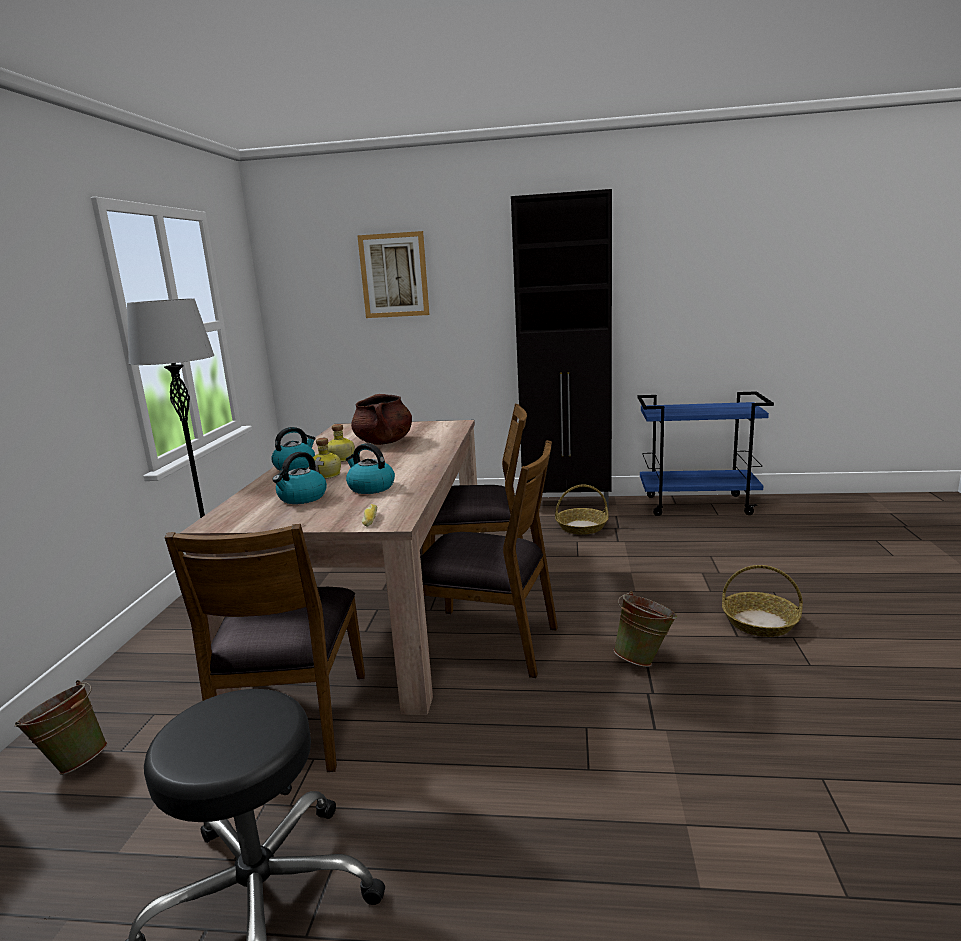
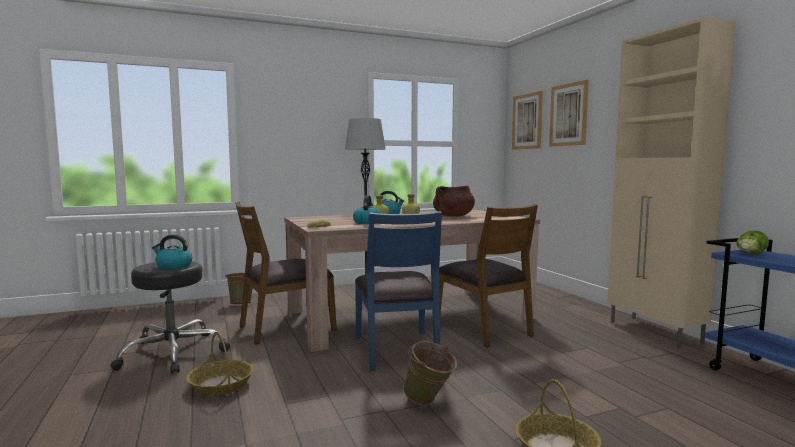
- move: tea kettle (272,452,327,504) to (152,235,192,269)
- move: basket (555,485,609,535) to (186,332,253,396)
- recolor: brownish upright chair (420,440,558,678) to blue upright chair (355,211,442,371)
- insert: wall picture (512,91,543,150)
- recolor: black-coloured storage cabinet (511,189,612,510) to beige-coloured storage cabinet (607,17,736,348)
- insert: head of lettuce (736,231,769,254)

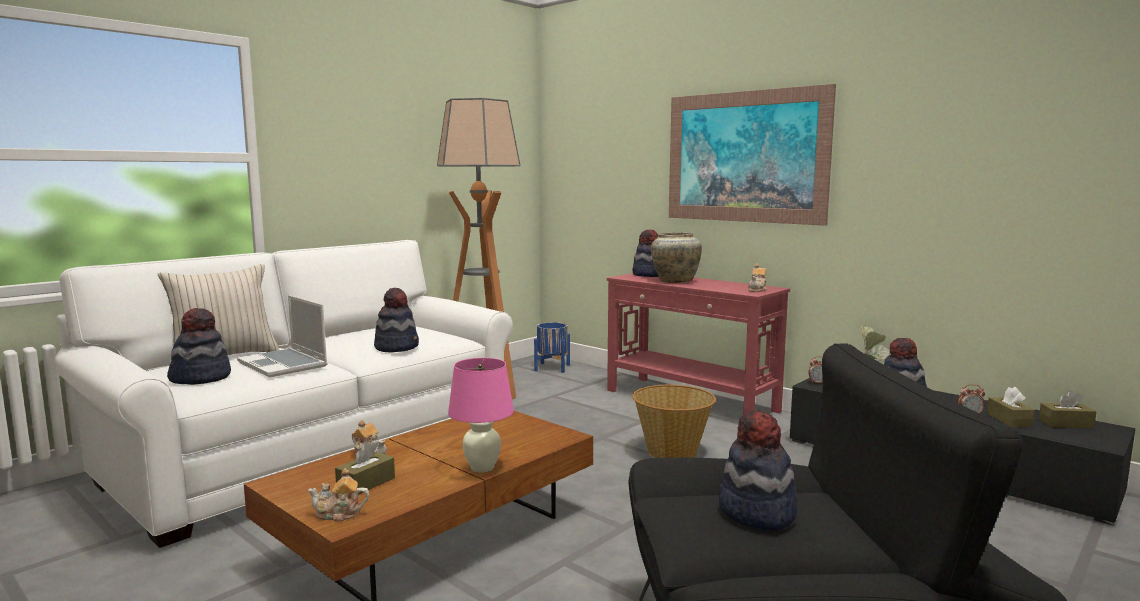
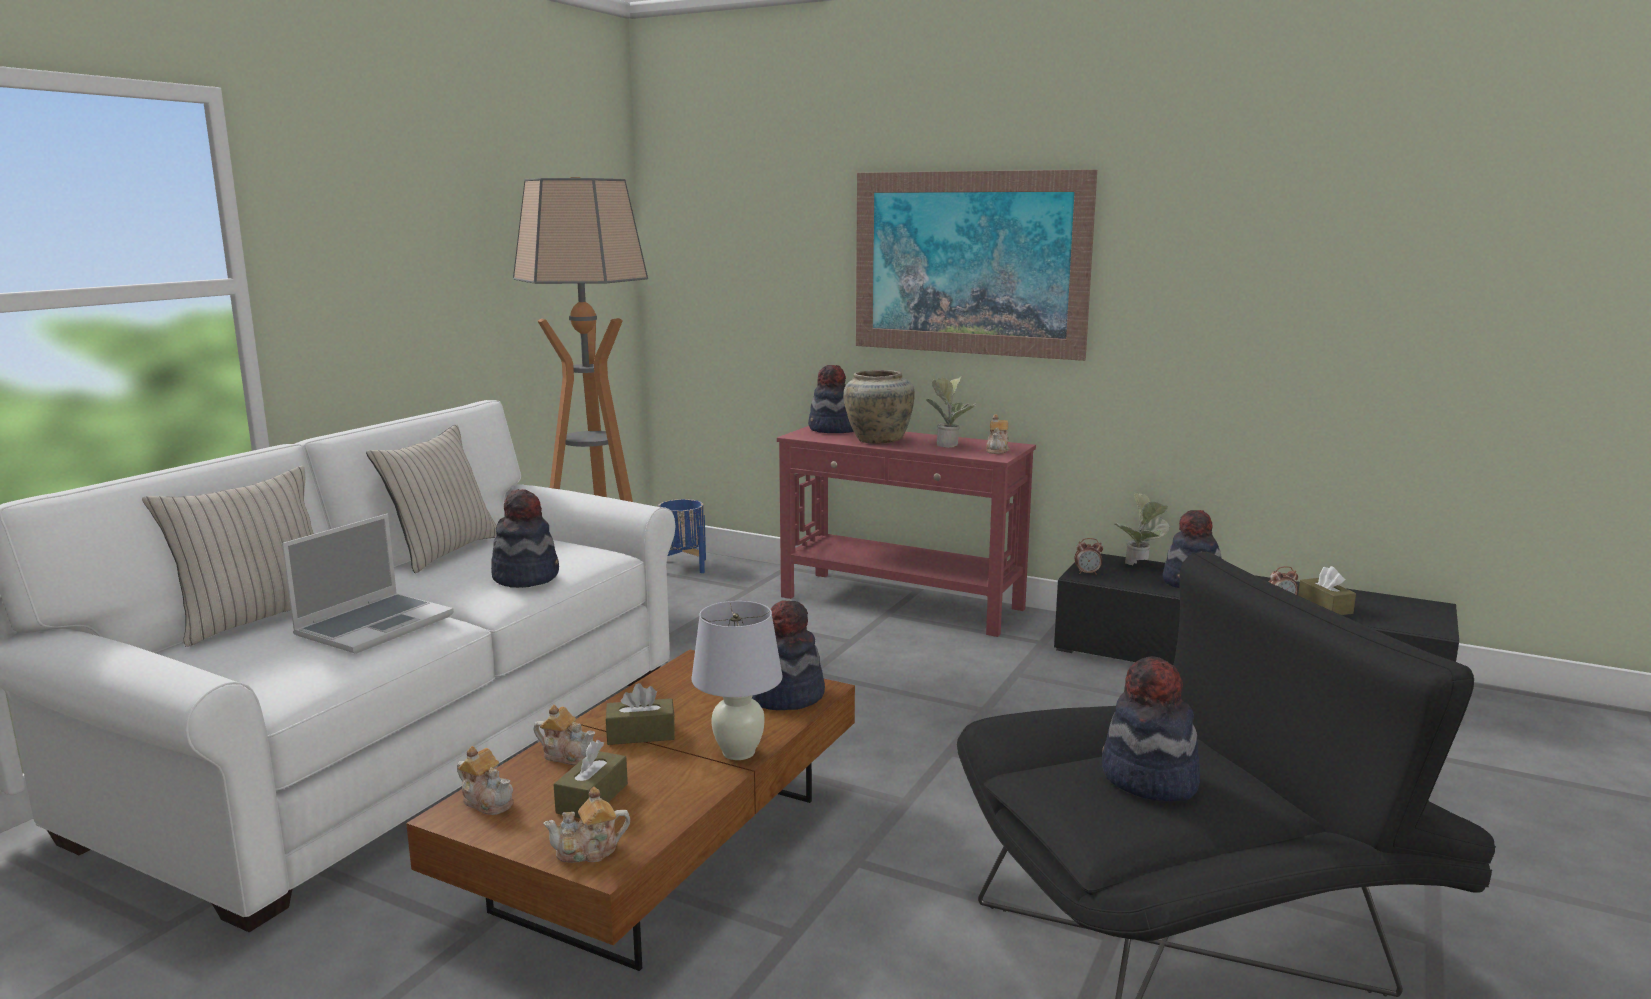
- rotate: laptop (237,295,327,378) = (282,514,454,654) 90 degrees counterclockwise
- insert: beige-coloured throw pillow (366,424,497,573)
- insert: tea pot (457,746,514,815)
- move: brownish box of tissues (1039,391,1097,429) to (606,683,675,745)
- recolor: pinkish tabletop lamp (448,358,514,473) to white tabletop lamp (692,601,783,760)
- move: hat (167,308,231,385) to (752,600,825,710)
- insert: potted plant (926,376,976,448)
- delete: basket (632,385,716,458)

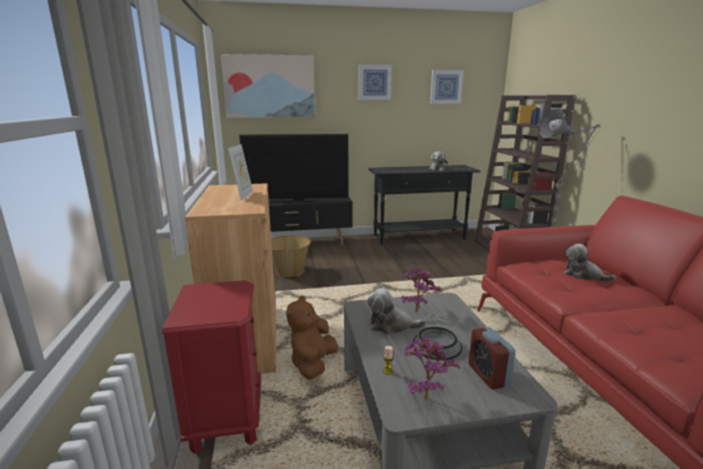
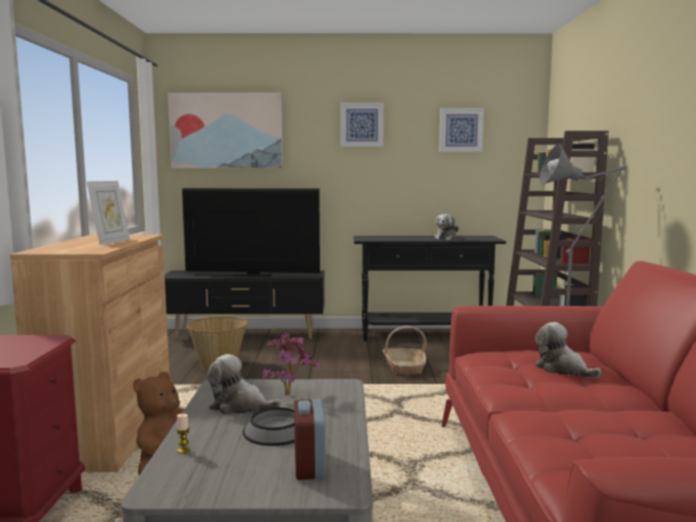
- insert: basket (383,326,427,375)
- delete: potted plant (404,336,460,401)

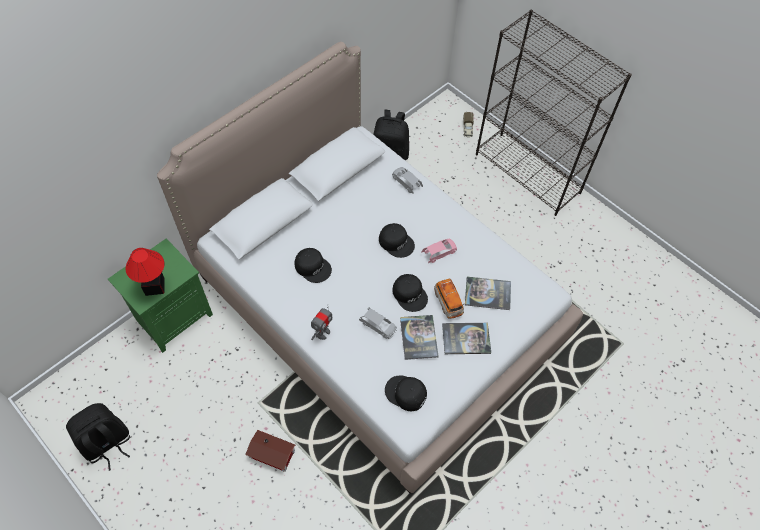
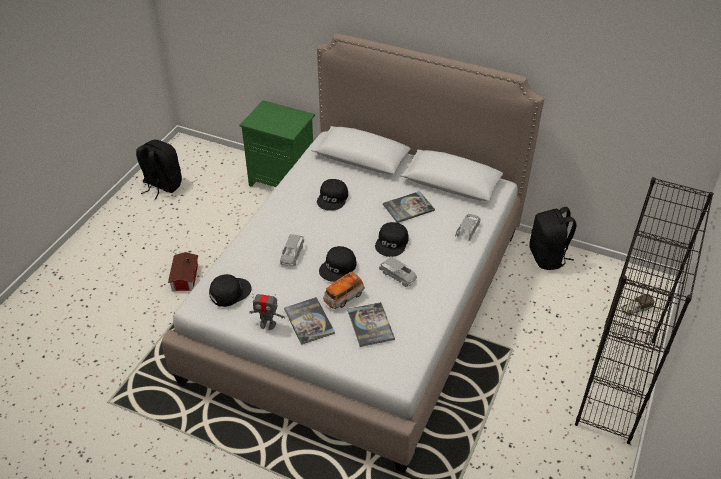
- rotate: black-coloured baseball cap (385,376,427,411) = (209,274,251,307) 45 degrees clockwise
- move: toy robot (311,304,333,341) to (249,290,285,330)
- recolor: pinkish model car (421,239,457,263) to greyish model car (379,256,417,287)
- move: book (400,315,439,360) to (383,191,435,223)
- delete: tabletop lamp (126,248,165,296)

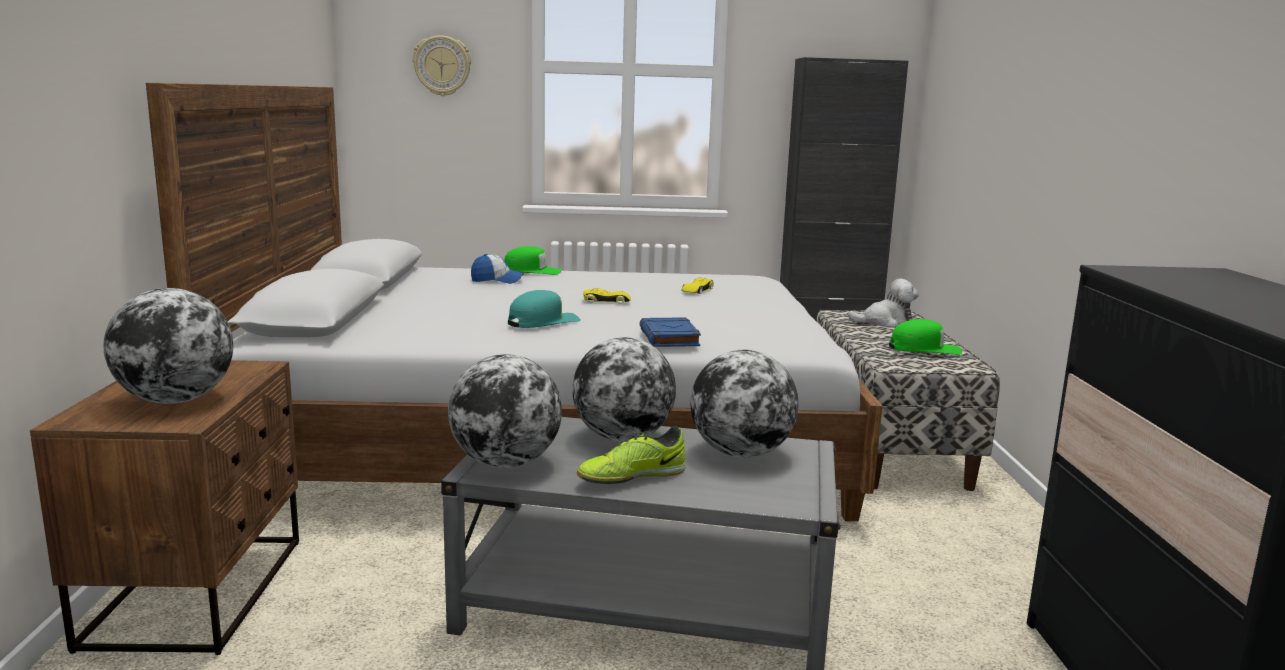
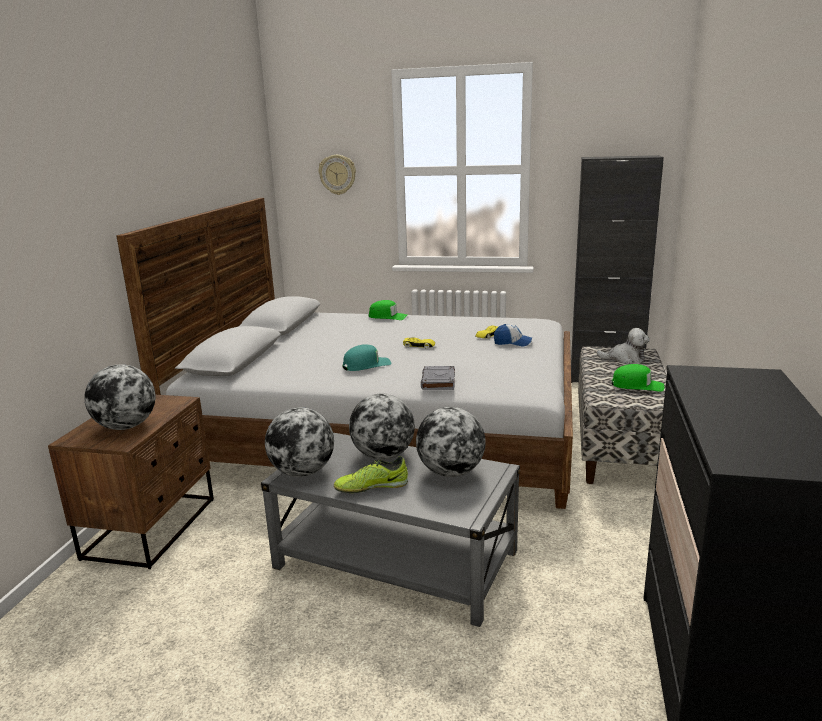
- recolor: blue book (640,317,701,347) to greyish book (421,366,455,390)
- move: baseball cap (471,254,524,284) to (494,324,532,347)

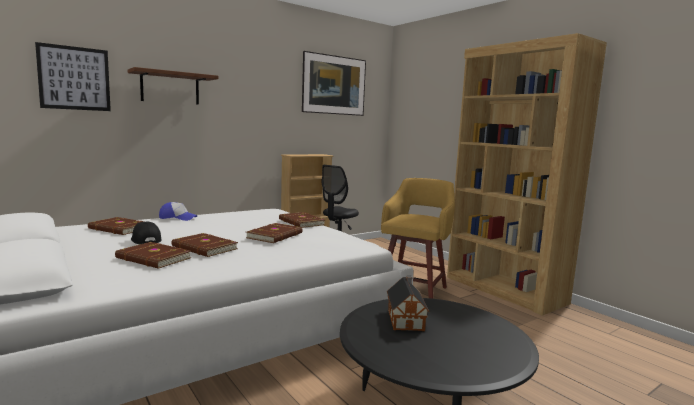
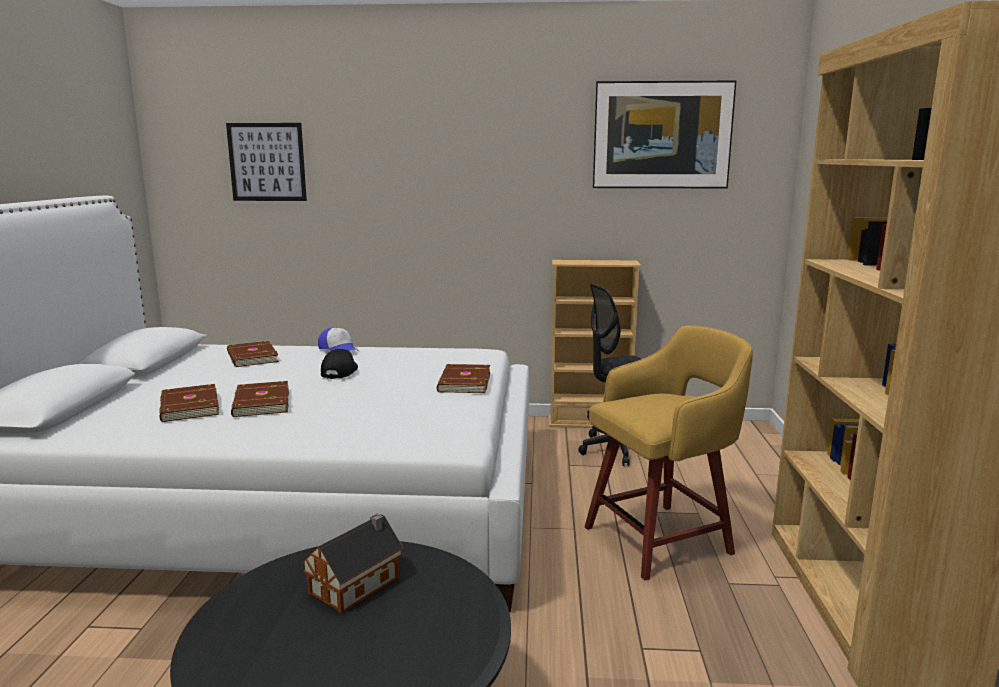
- move: black-coloured baseball cap (131,222,162,244) to (321,349,358,379)
- delete: brownish wall shelf (128,67,218,105)
- delete: brownish book (246,223,303,243)

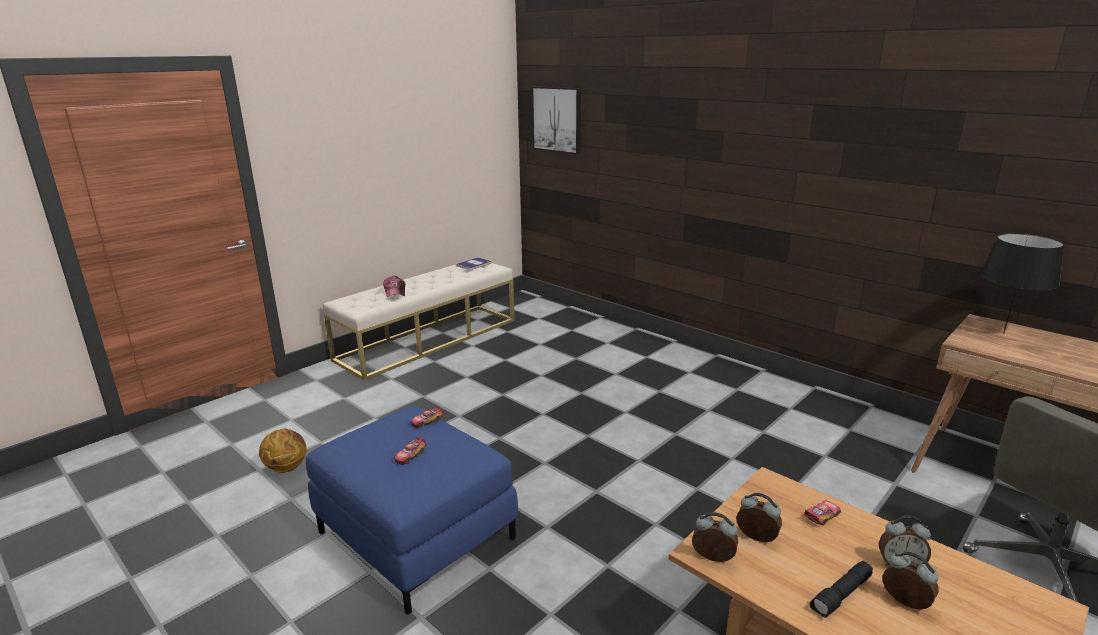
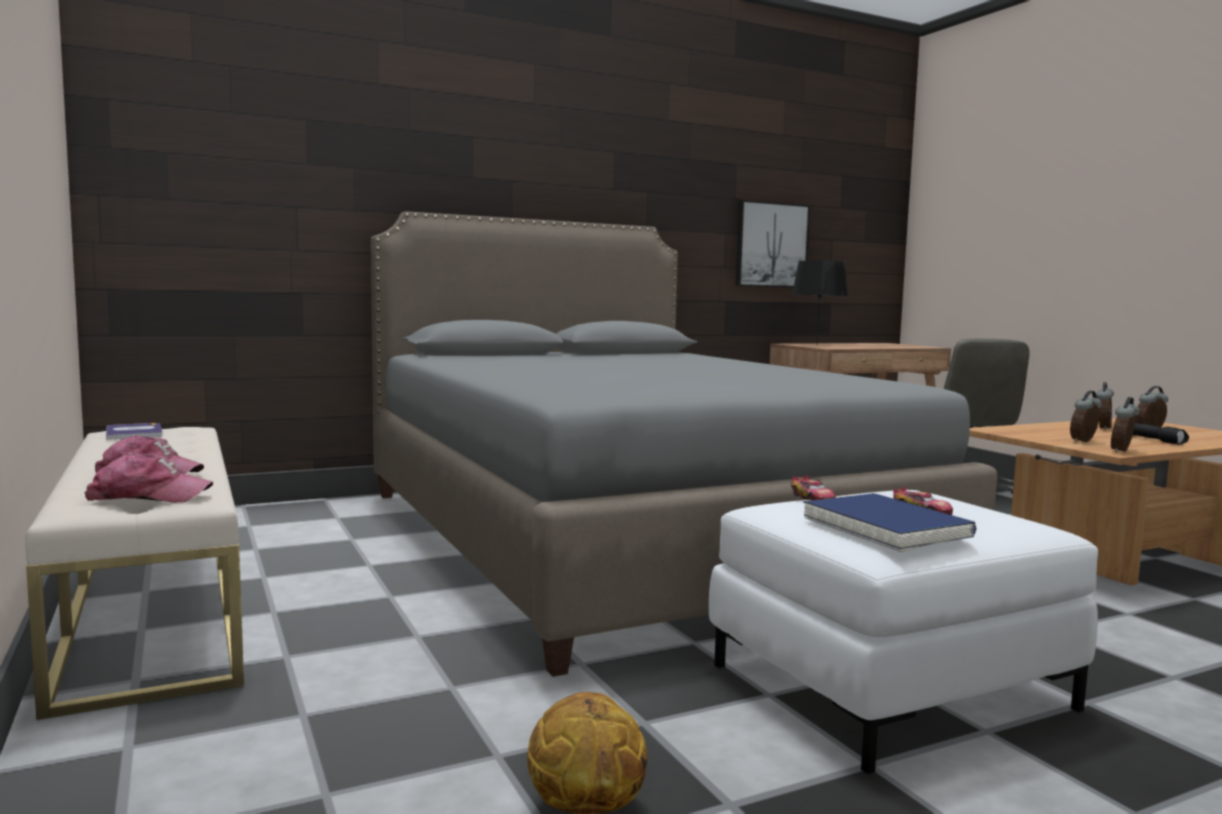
- insert: baseball cap (85,452,213,503)
- insert: greyish bed (371,212,997,677)
- recolor: blue pouffe (306,406,518,615) to white pouffe (709,490,1098,774)
- move: wall picture (531,86,581,155) to (735,200,811,288)
- insert: blue book (803,493,976,552)
- delete: model car (804,500,841,526)

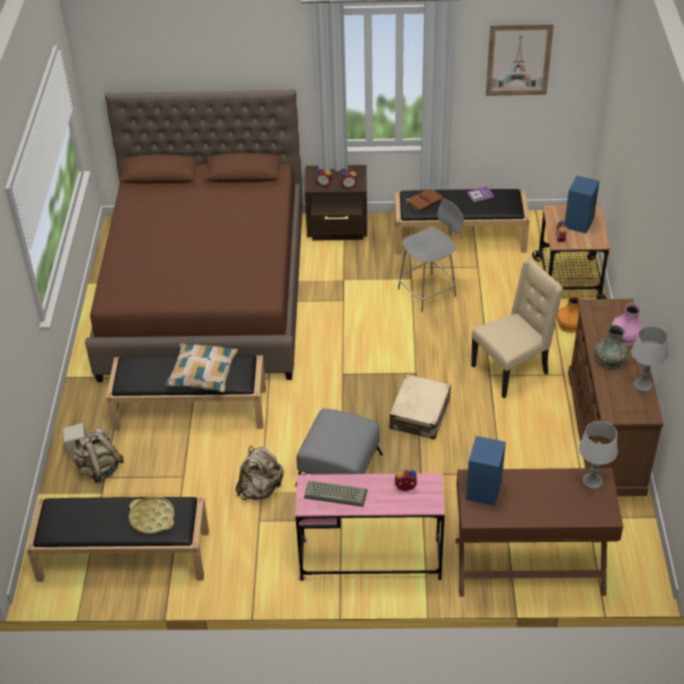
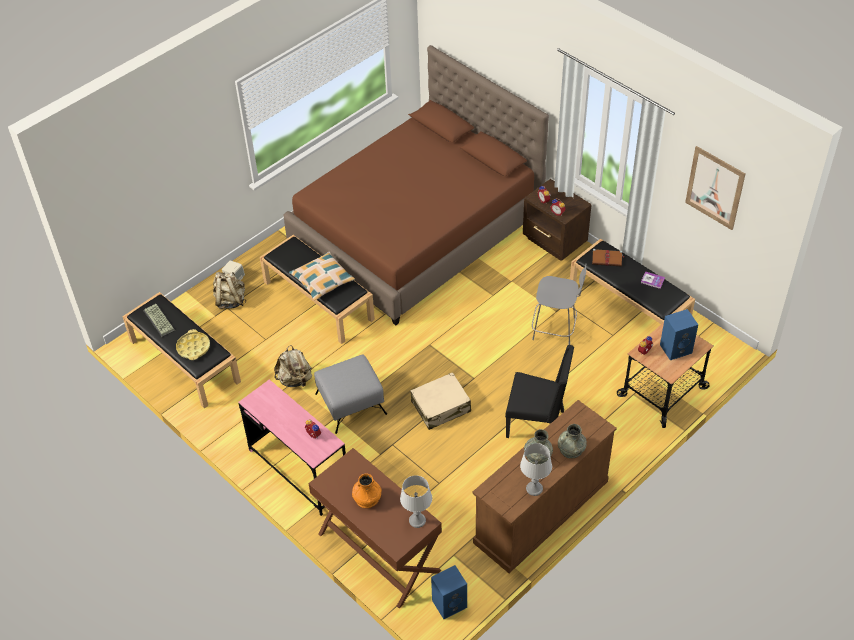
- move: computer keyboard (304,480,367,507) to (143,304,175,337)
- move: orangey vase (557,295,581,333) to (352,473,382,508)
- move: blue audio speaker (466,436,506,506) to (431,565,467,619)
- recolor: beige-coloured upright chair (471,259,563,398) to black-coloured upright chair (505,345,574,438)
- recolor: pinkish vase (612,303,643,346) to greyish vase (558,424,587,458)

